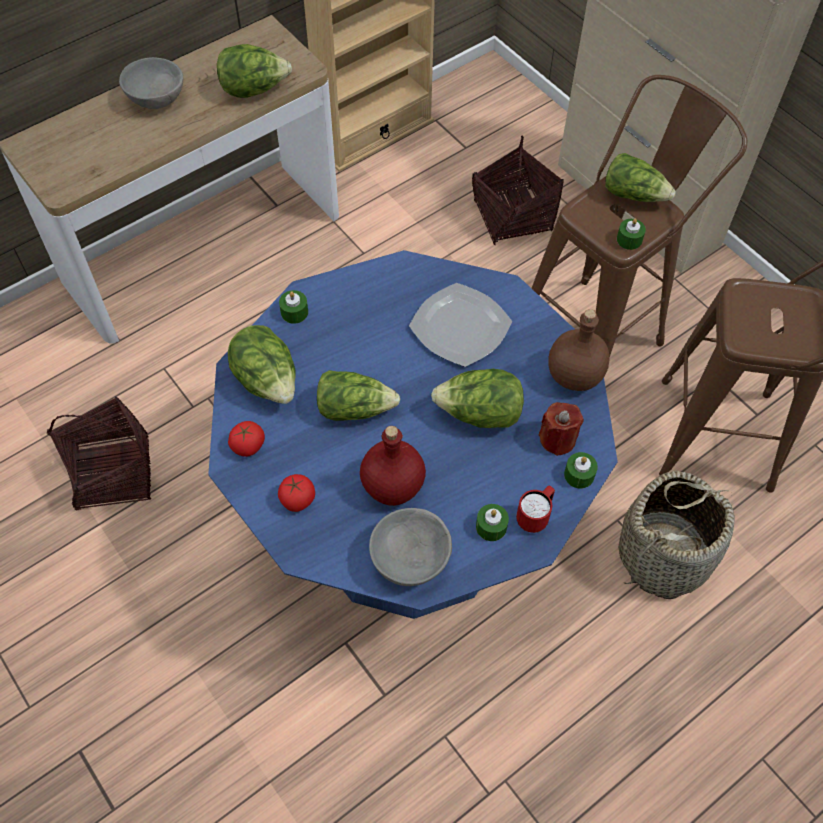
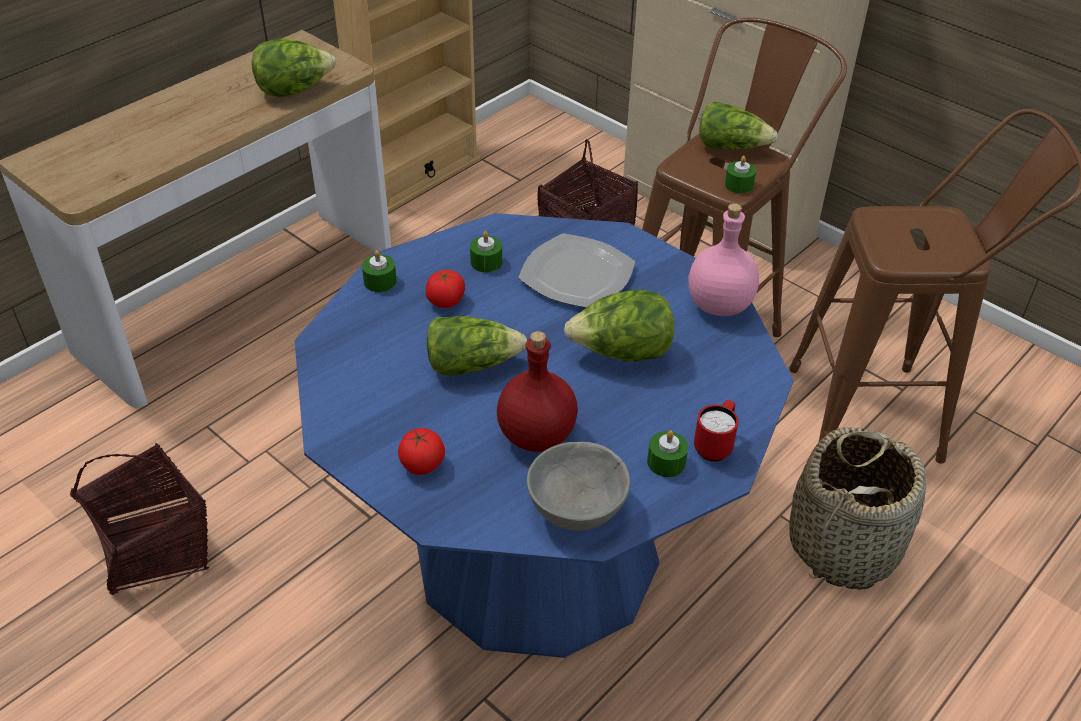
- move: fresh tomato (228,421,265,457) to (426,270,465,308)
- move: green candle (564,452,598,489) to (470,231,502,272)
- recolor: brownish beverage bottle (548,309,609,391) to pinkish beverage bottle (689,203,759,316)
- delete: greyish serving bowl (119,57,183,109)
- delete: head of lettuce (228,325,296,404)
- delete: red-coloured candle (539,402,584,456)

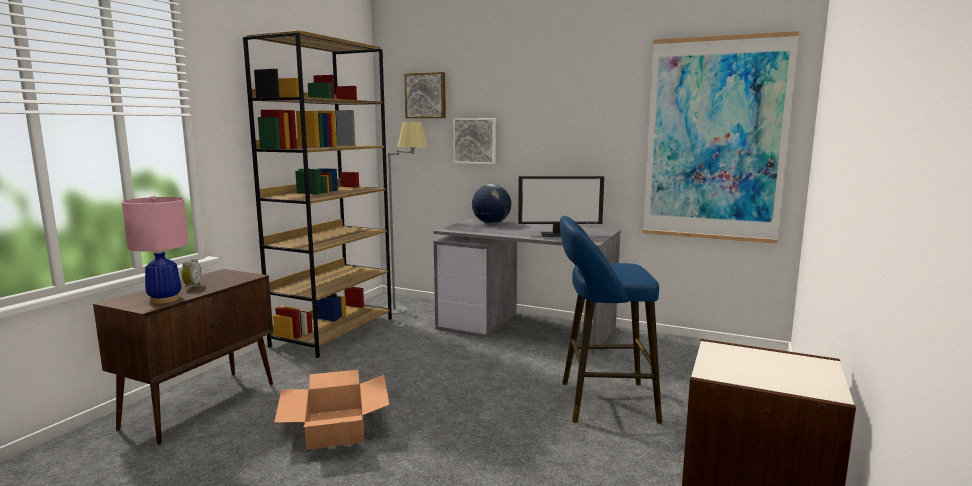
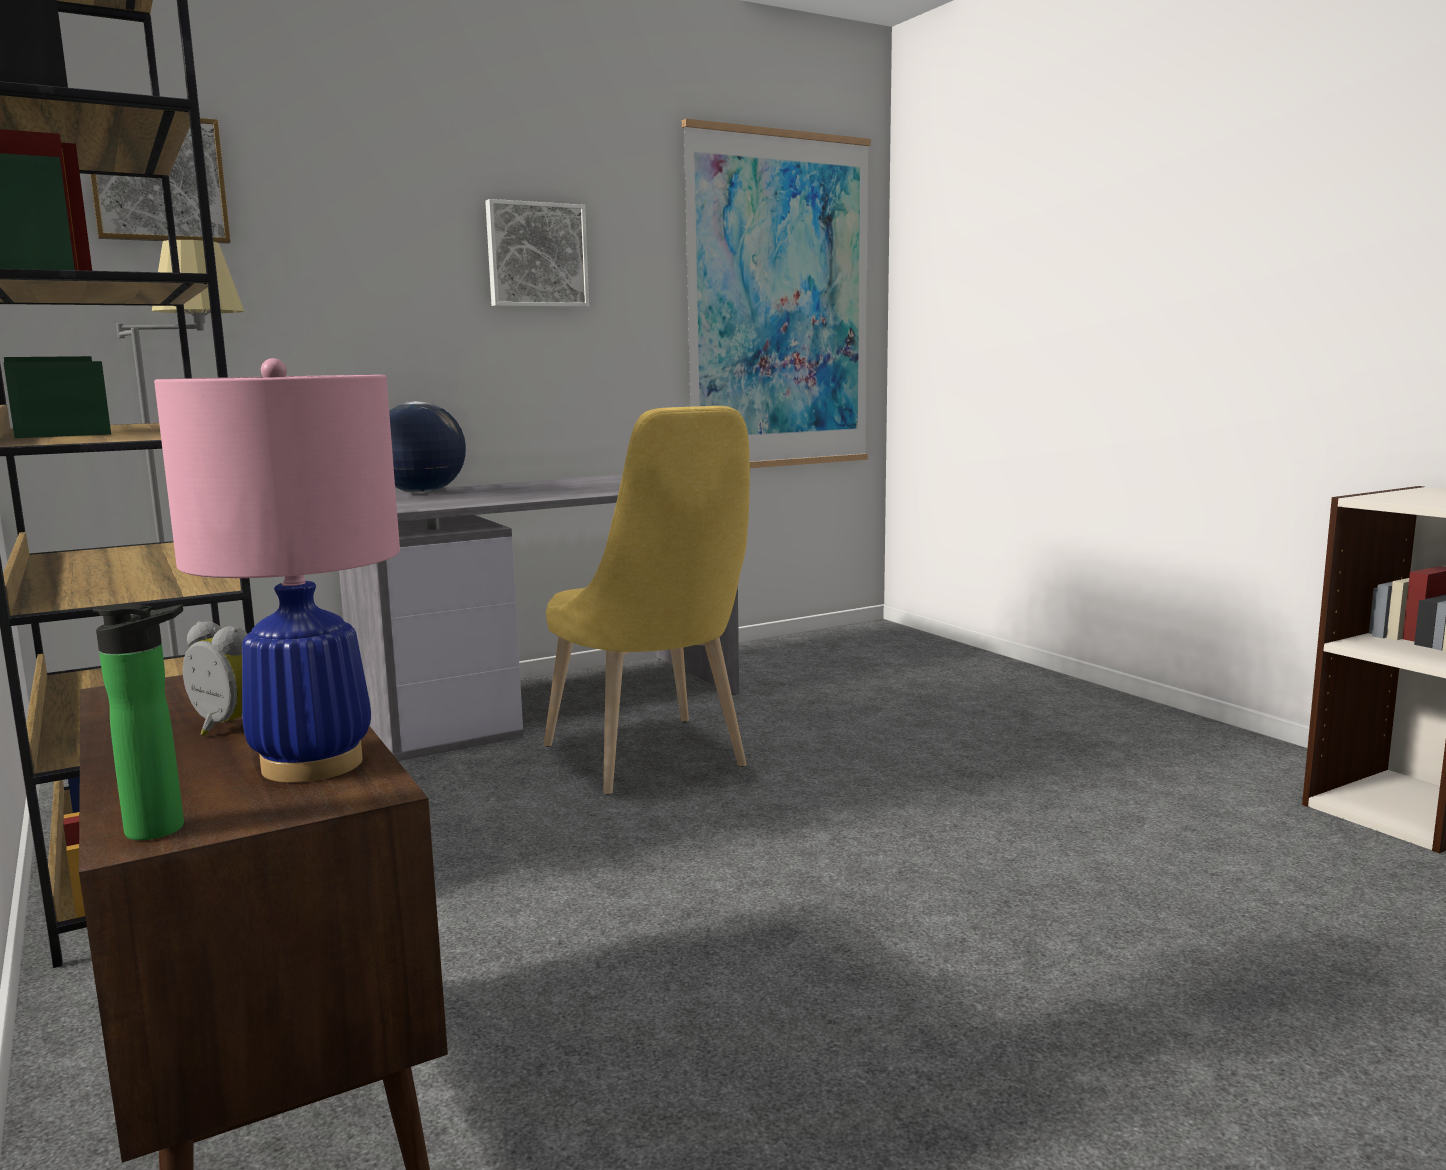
- insert: beverage bottle (93,604,184,840)
- move: wall picture (453,118,496,164) to (485,199,589,307)
- insert: yellow upright chair (544,406,750,795)
- delete: packing box (274,370,389,450)
- delete: computer display (518,176,604,237)
- delete: blue stool (560,216,662,424)

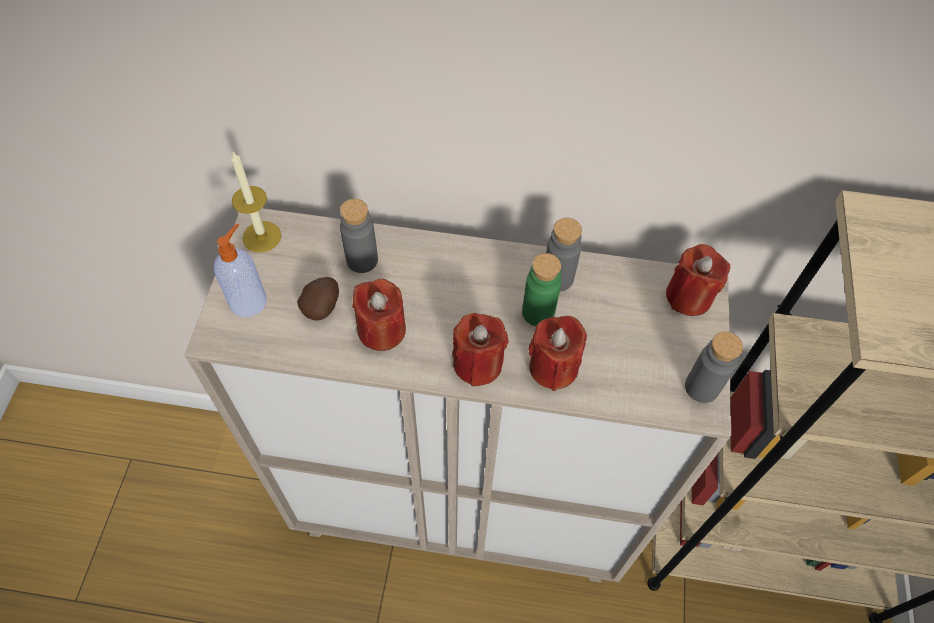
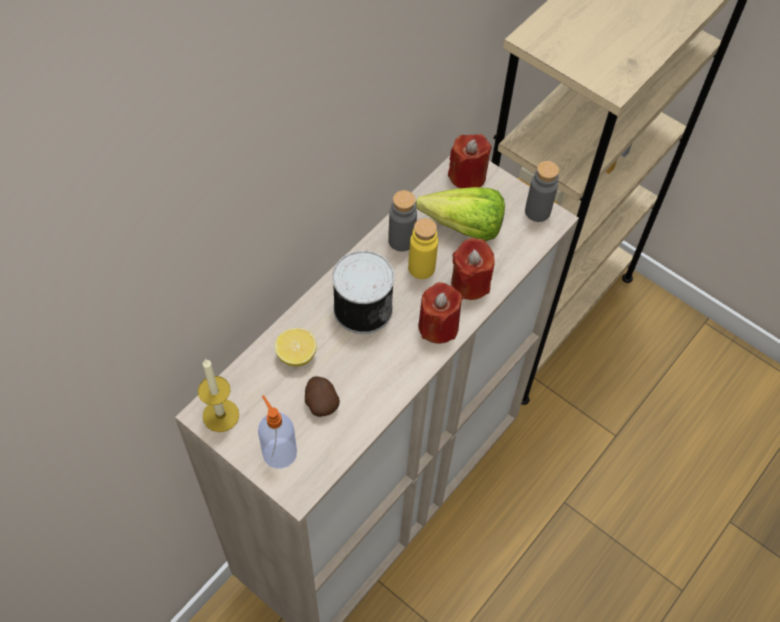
- replace: greyish beverage bottle (340,199,378,273) to whole lemon (275,328,317,366)
- insert: metal can (332,251,394,334)
- recolor: green beverage bottle (522,253,561,326) to yellow beverage bottle (408,218,438,279)
- insert: head of lettuce (416,187,505,241)
- delete: red-coloured candle (352,279,406,351)

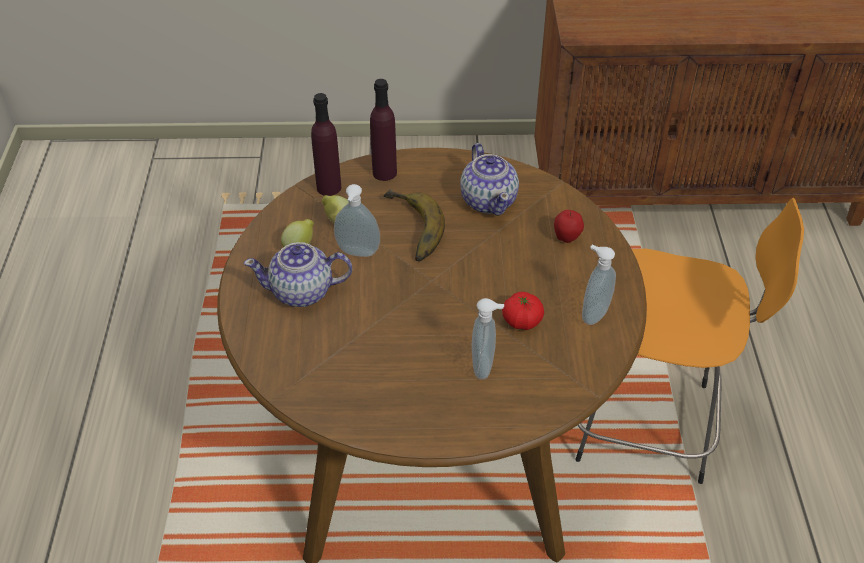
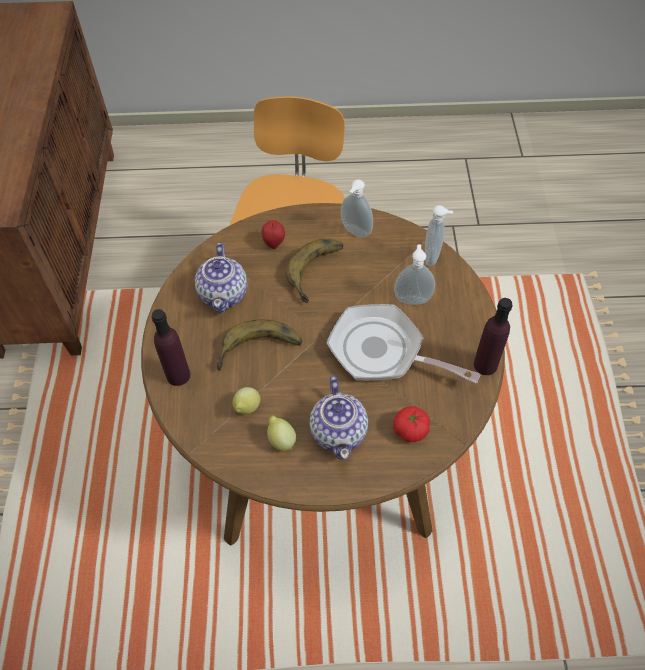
- rotate: tea pot (460,143,519,216) = (195,243,247,314) 105 degrees clockwise
- insert: whole banana (286,239,343,303)
- insert: frying pan (327,304,480,384)
- move: fresh tomato (502,292,544,330) to (393,406,430,442)
- move: soap dispenser (334,184,380,257) to (425,205,453,266)
- move: purple-coloured beverage bottle (311,93,341,196) to (474,298,513,375)

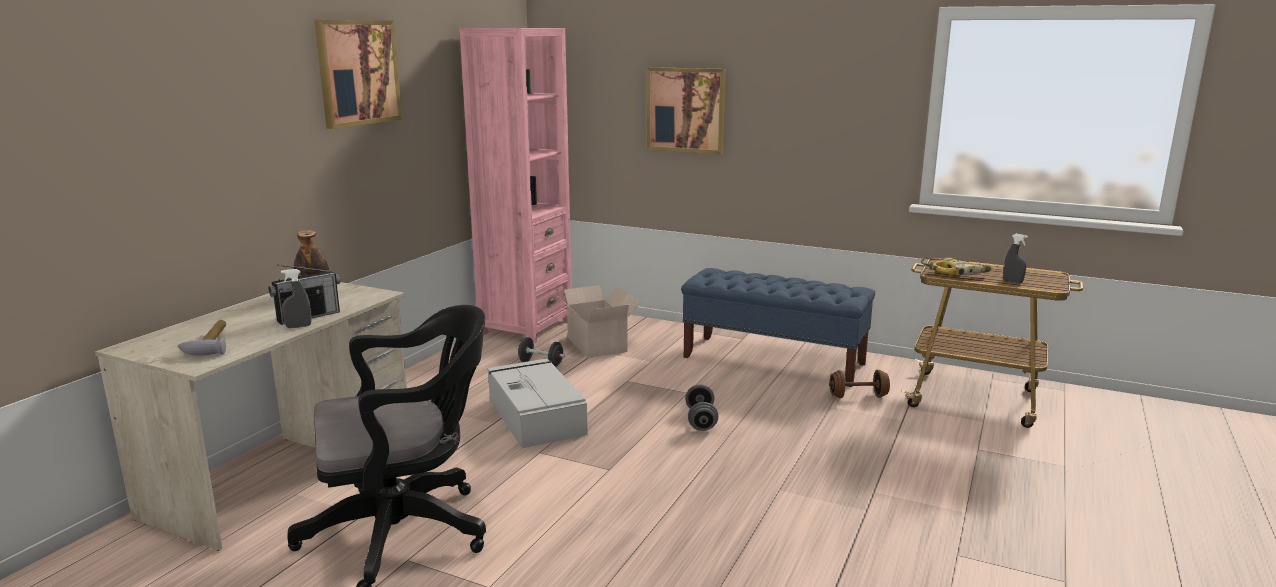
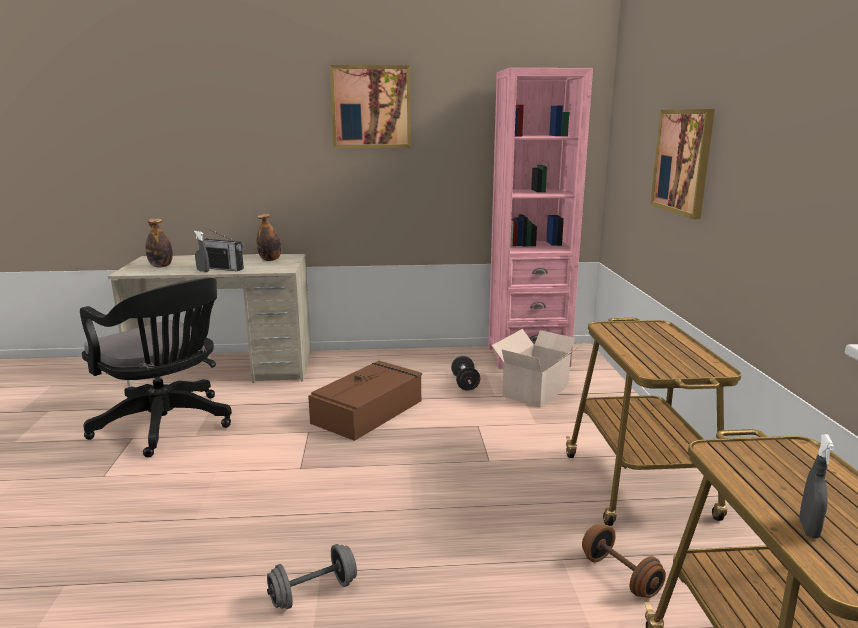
- replace: tool hammer (178,320,226,356) to beverage bottle (145,218,173,267)
- move: greyish hand weight (685,384,718,431) to (267,544,357,609)
- recolor: greyish storage box (487,358,587,448) to brownish storage box (308,361,422,441)
- replace: blue bench (681,268,875,387) to cart (566,318,742,526)
- delete: power drill (921,257,991,276)

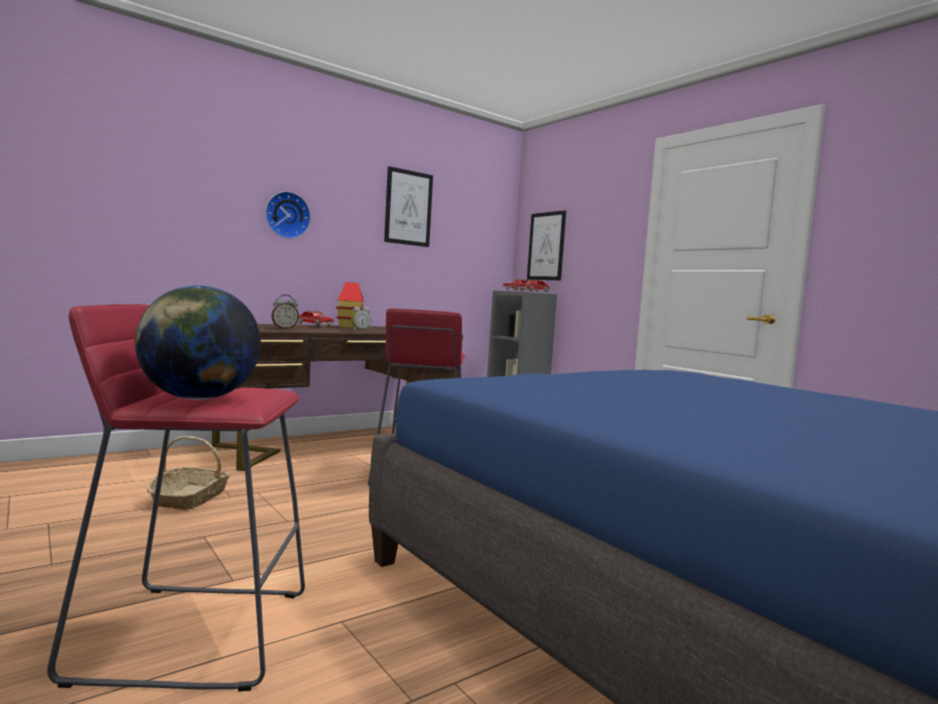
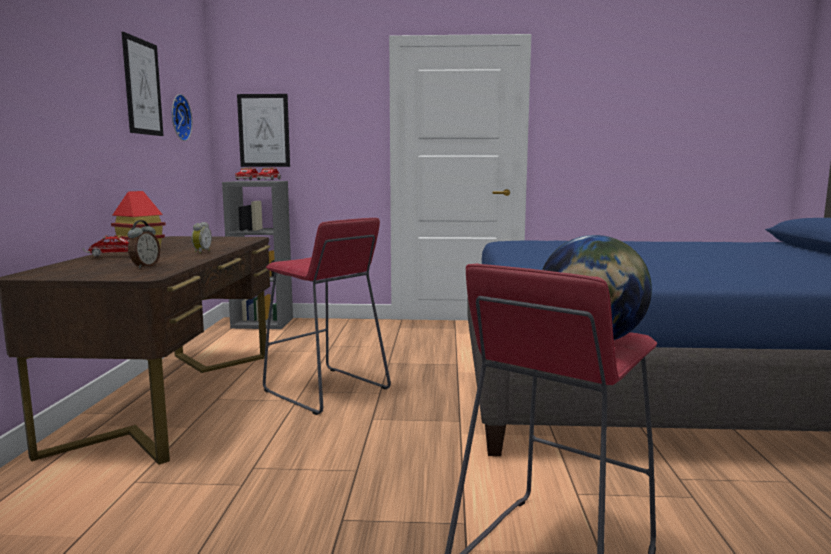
- move: hanging clock (265,191,311,239) to (172,94,192,141)
- delete: basket (147,436,230,510)

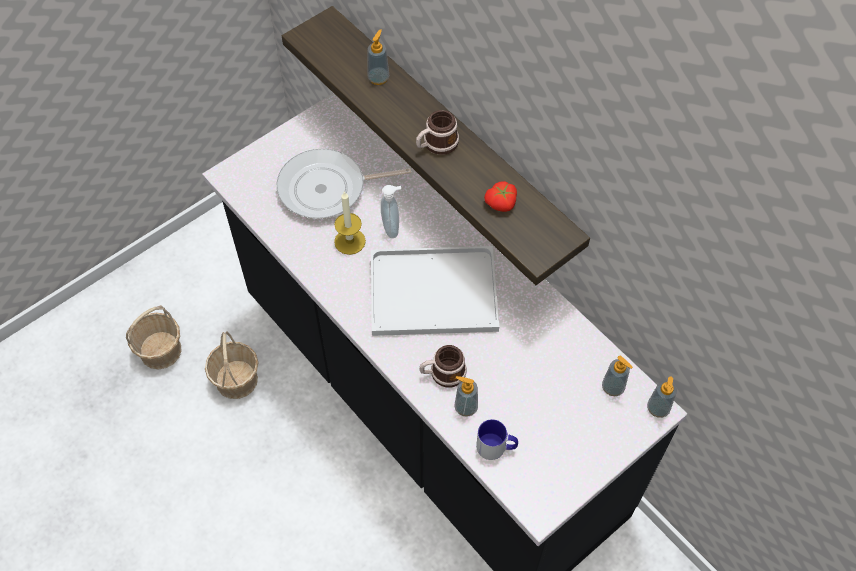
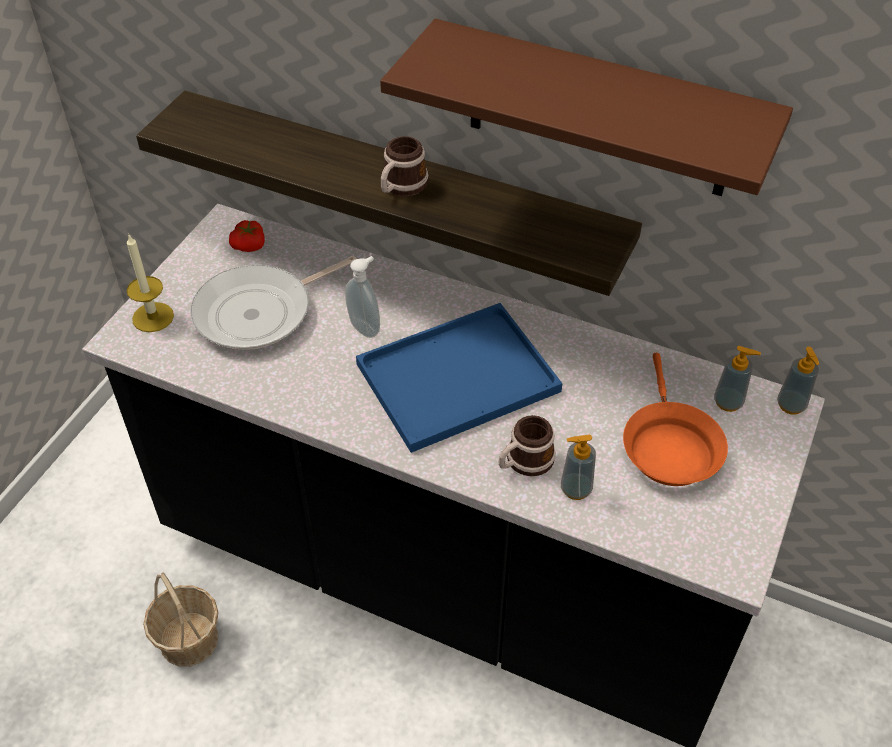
- move: candle (334,192,366,255) to (127,235,174,332)
- move: fresh tomato (484,181,517,212) to (229,220,265,252)
- recolor: white serving tray (371,246,499,336) to blue serving tray (356,303,563,453)
- insert: brownish wall shelf (380,19,793,196)
- insert: orangey frying pan (623,353,728,486)
- delete: basket (126,305,182,369)
- delete: soap dispenser (367,29,390,85)
- delete: tea mug (476,419,518,460)

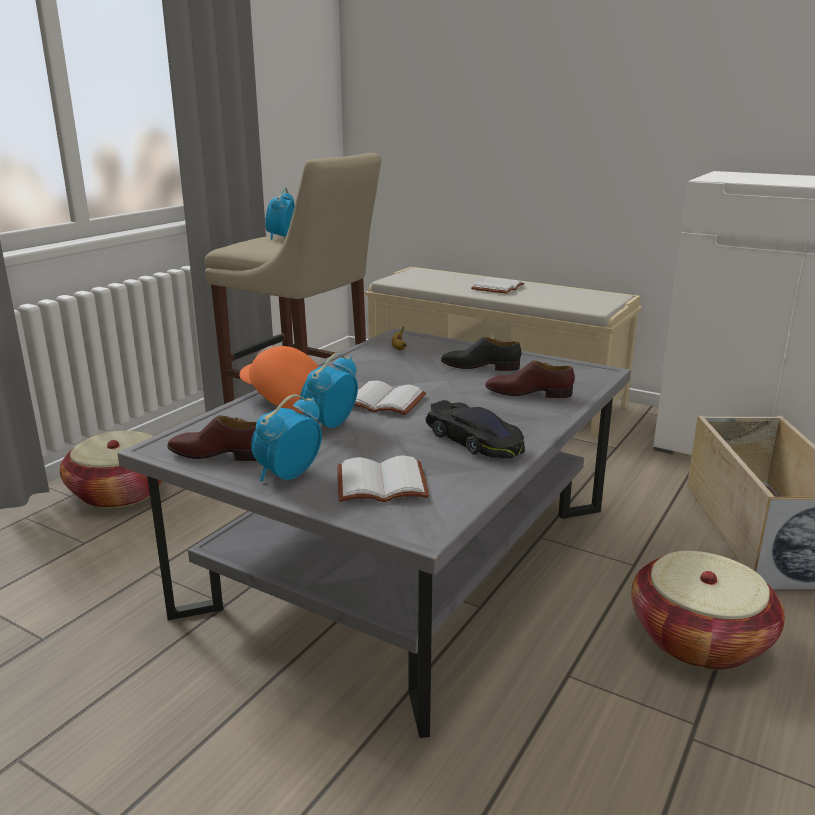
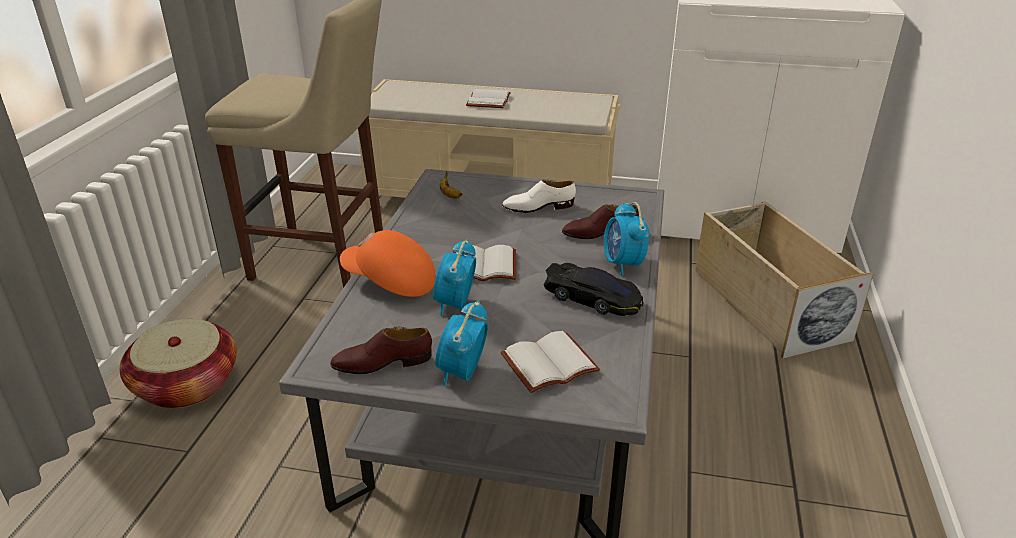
- recolor: black-coloured low shoe (441,336,521,371) to white low shoe (502,180,576,213)
- move: bedside clock (265,187,295,240) to (604,202,649,275)
- delete: basket (631,551,785,670)

